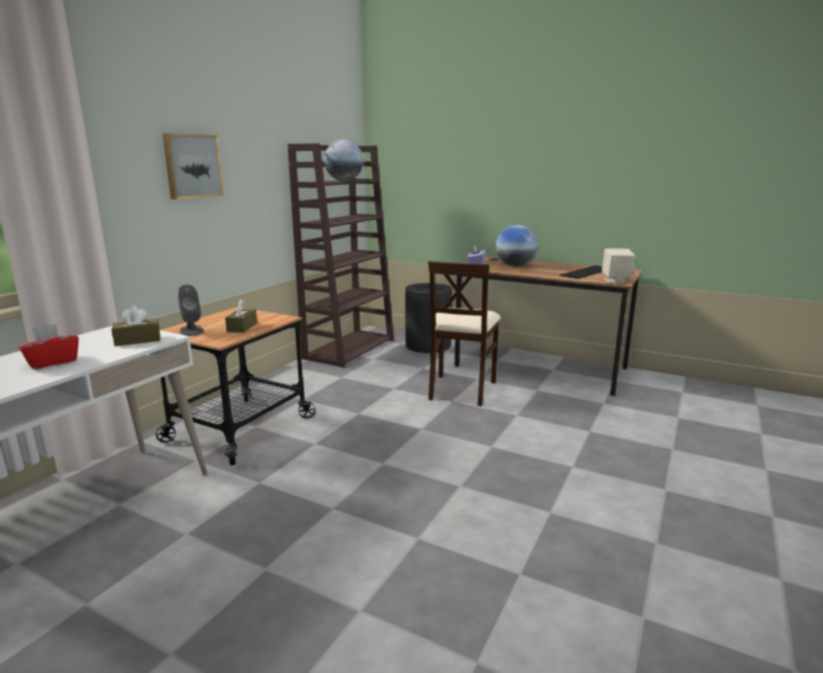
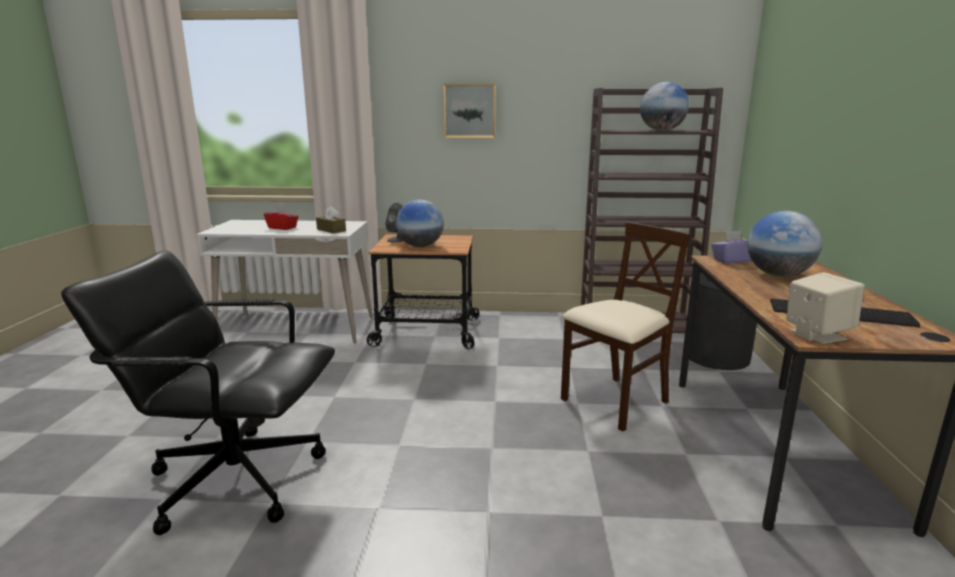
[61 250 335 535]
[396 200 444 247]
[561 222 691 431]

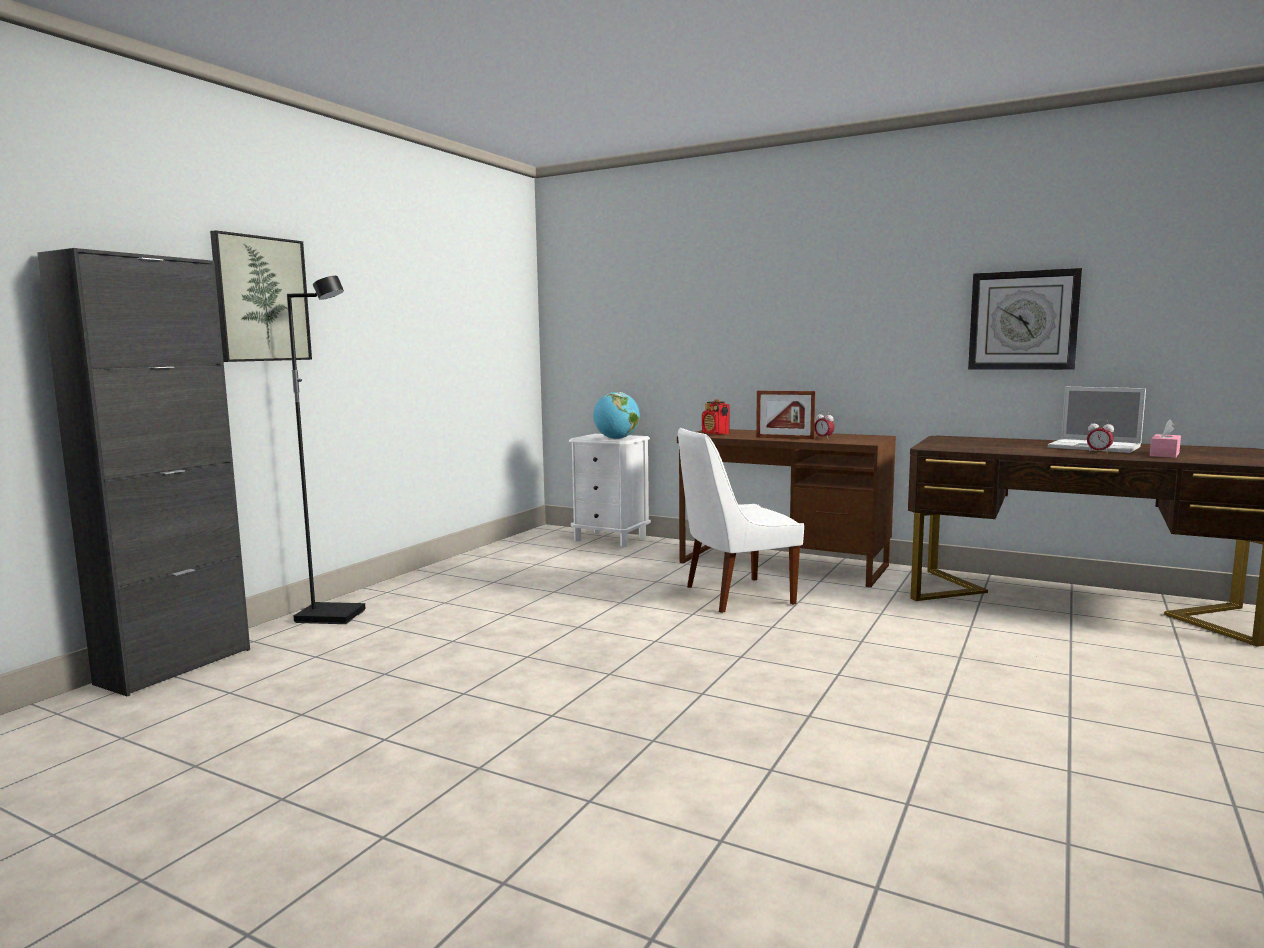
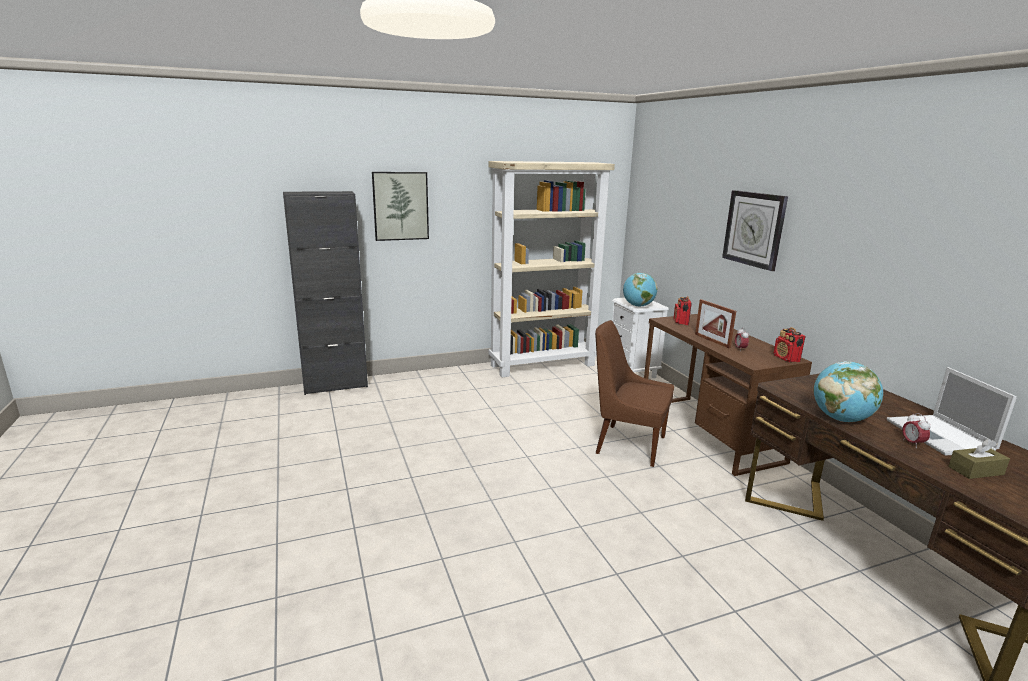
[287 276 366 624] (first image)
[488 161 615 377]
[774 327 806 362]
[813 361 883 422]
[722 190 788 271]
[595 320 674 467]
[948 439 1010 479]

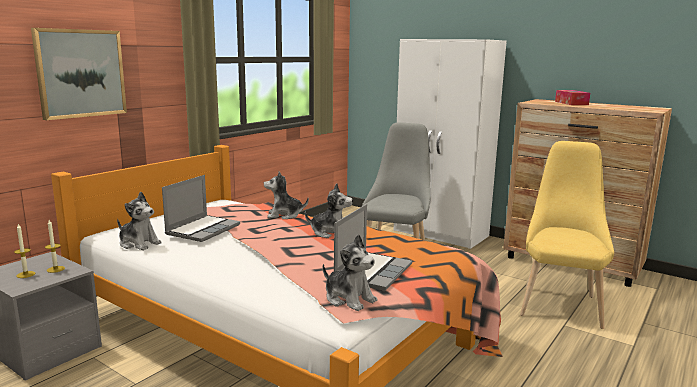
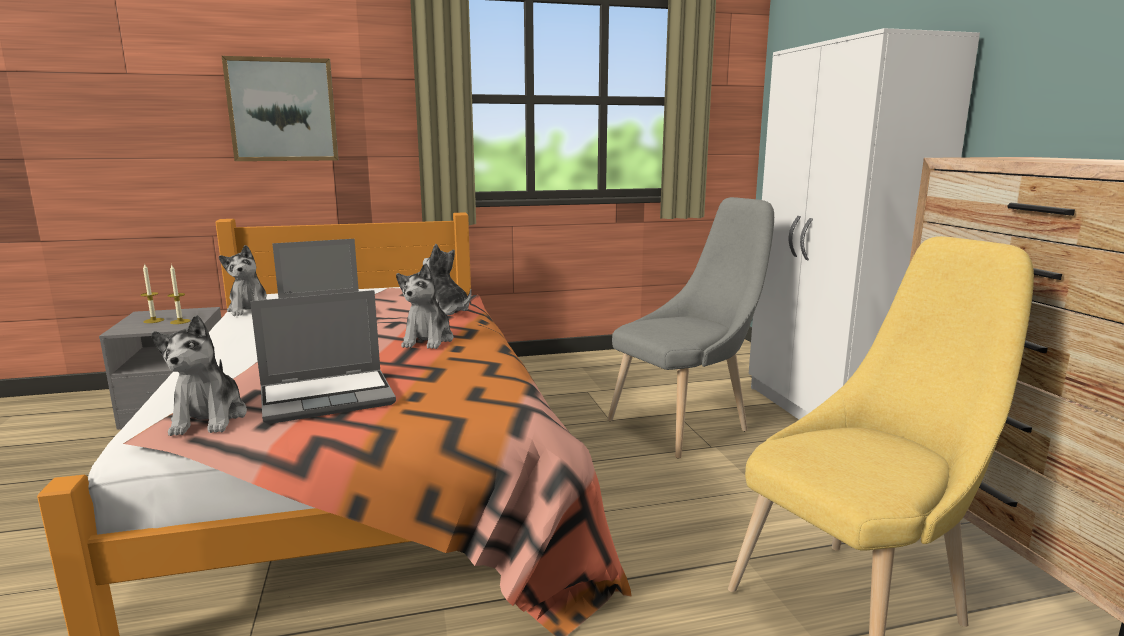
[555 90 590 105] (first image)
[396 263 454 349]

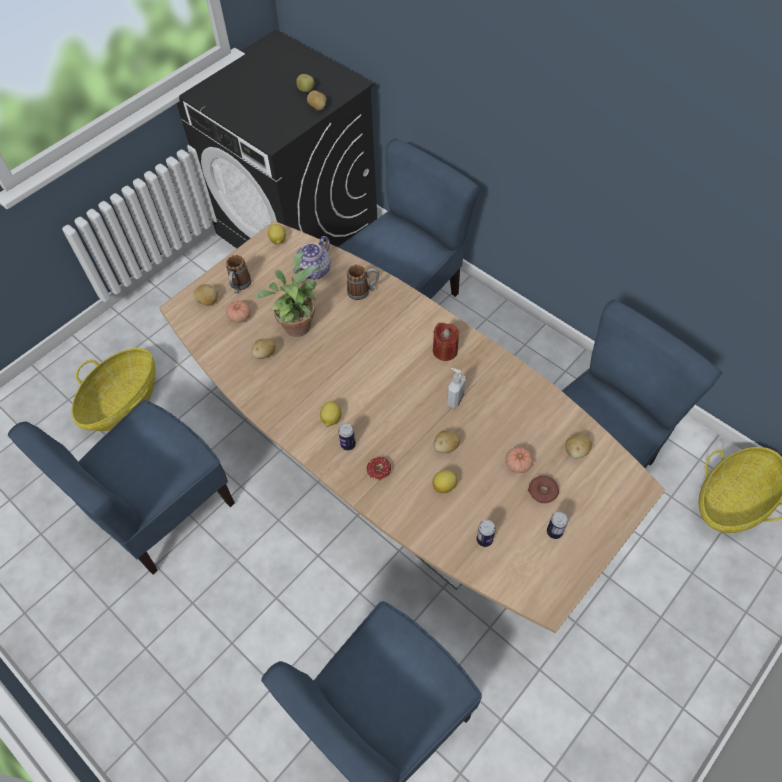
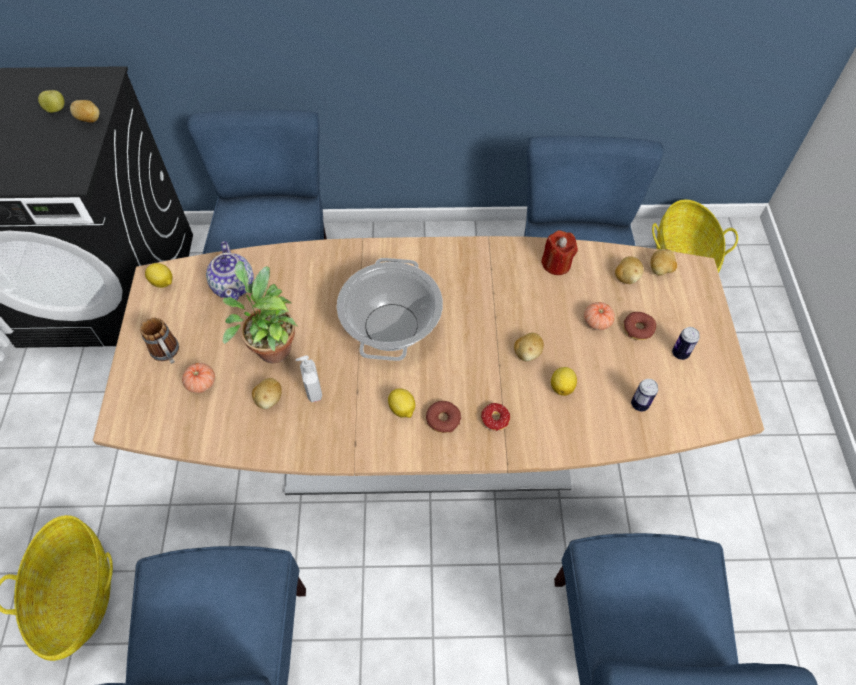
[347 265 379 300] (first image)
[337 258 443 361]
[650 249 677 275]
[541 230 578 275]
[296 355 322 402]
[426 401 461 433]

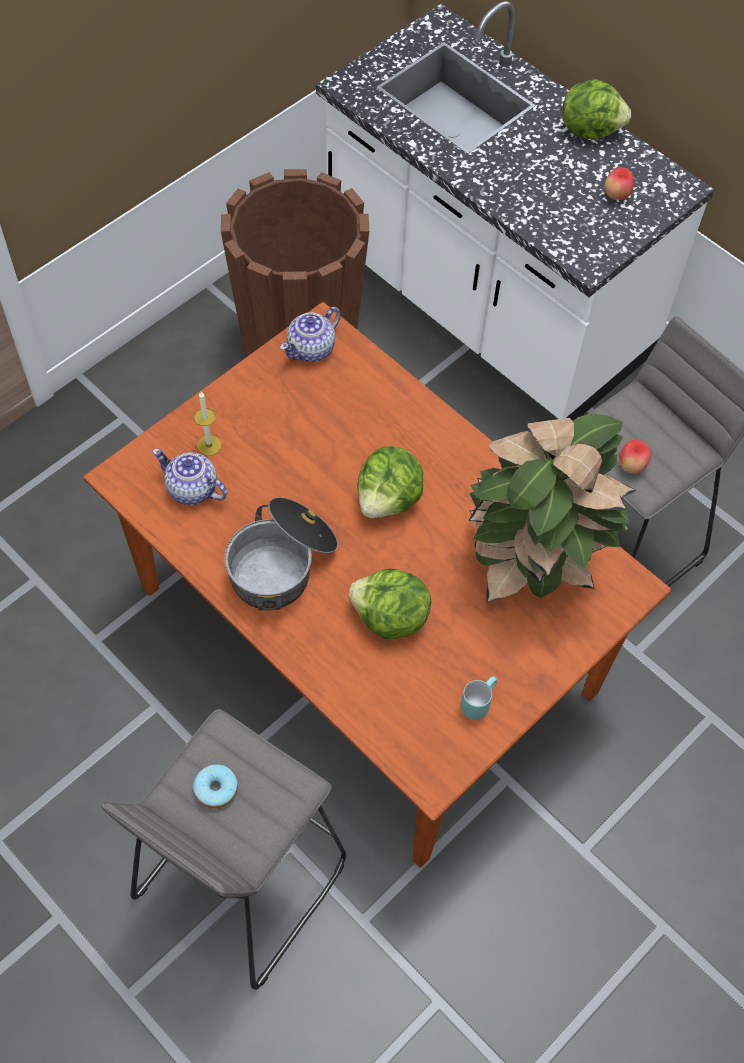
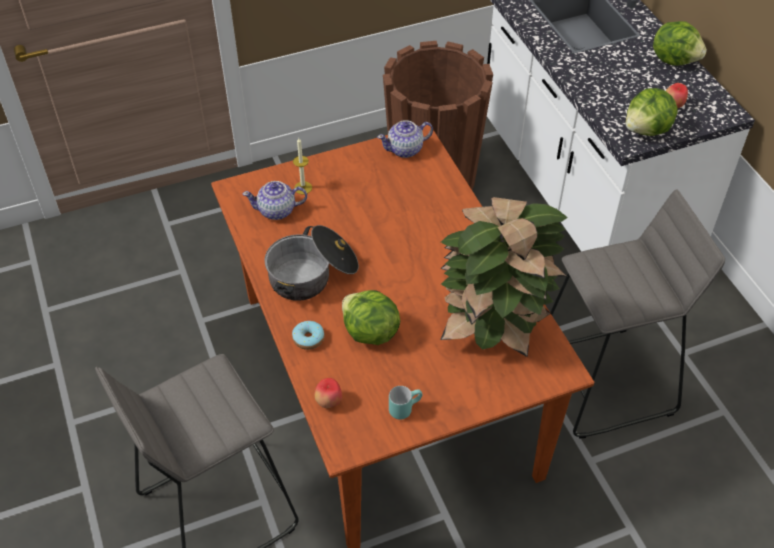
[292 321 324 350]
[625 88 678 136]
[314 378 342 408]
[243 181 307 220]

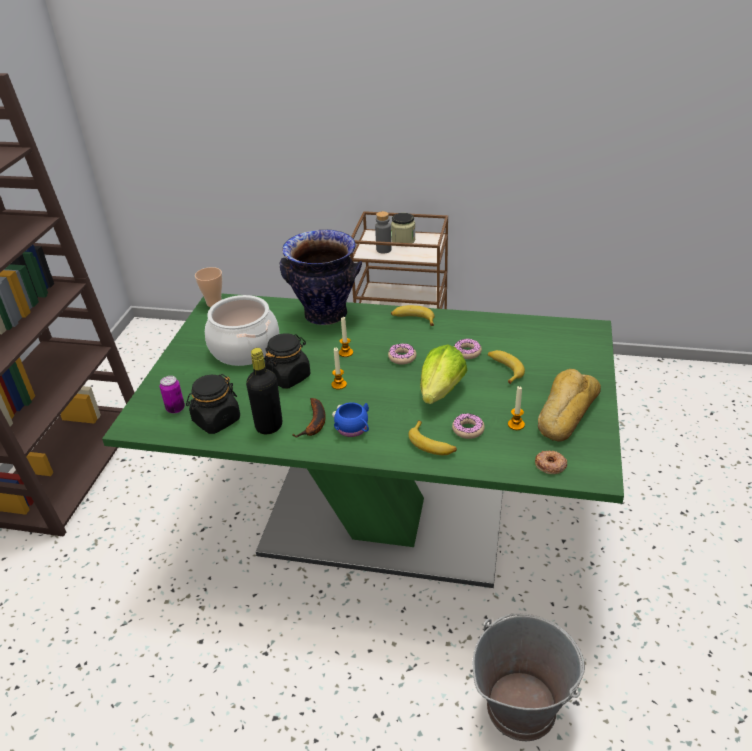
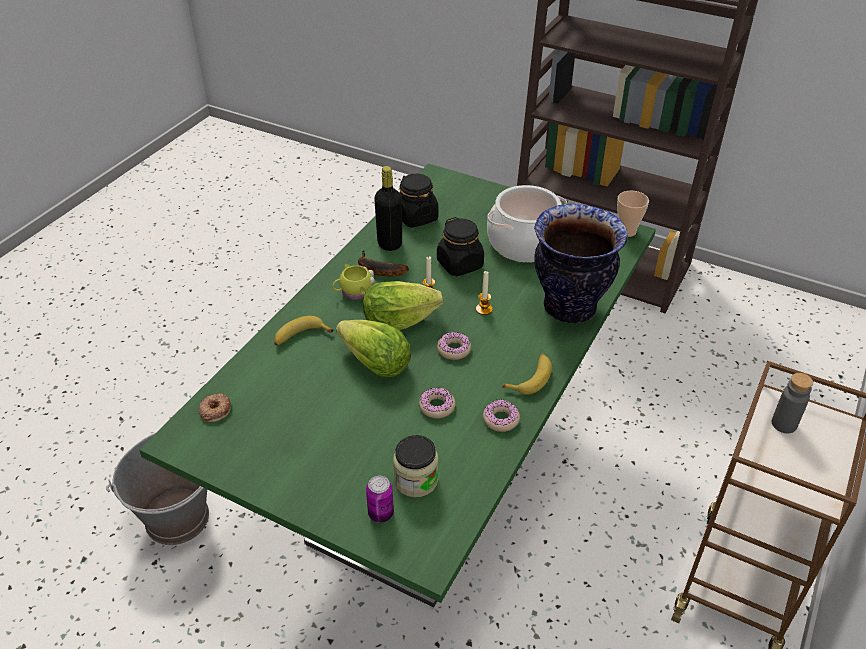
[488 350 525 384] (first image)
[508 386 525 430] (first image)
[538 369 601 442] (first image)
[363 281 443 330]
[366 476 394 523]
[393 435 438 497]
[483 399 520 432]
[332 264 375 300]

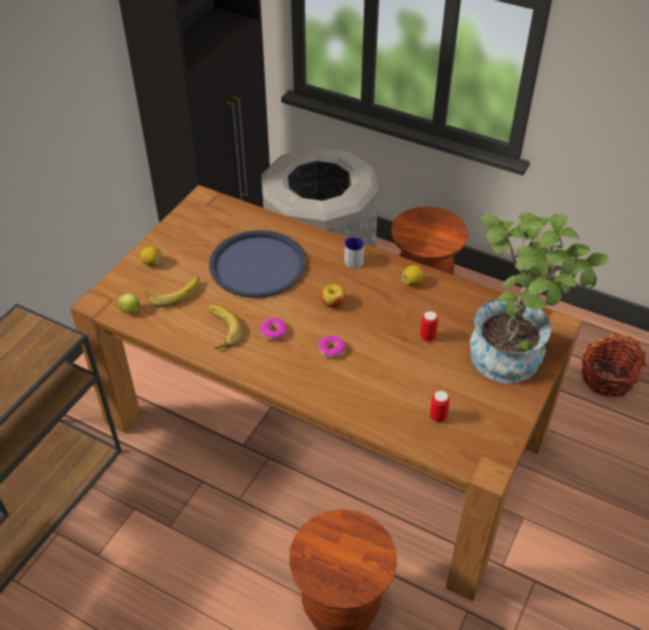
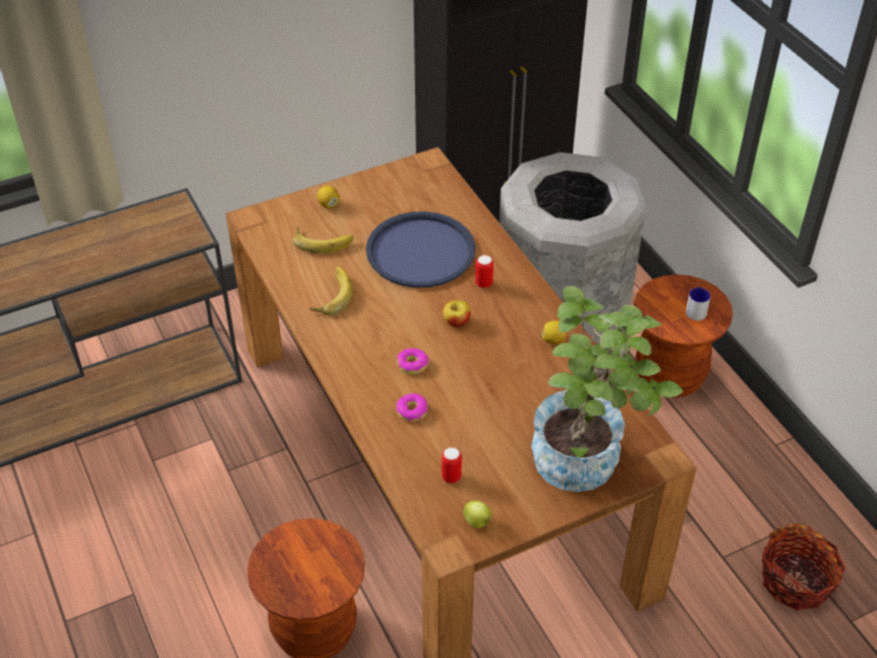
[463 500 491 528]
[397 393 428 422]
[686 287 711 321]
[475 255 494 288]

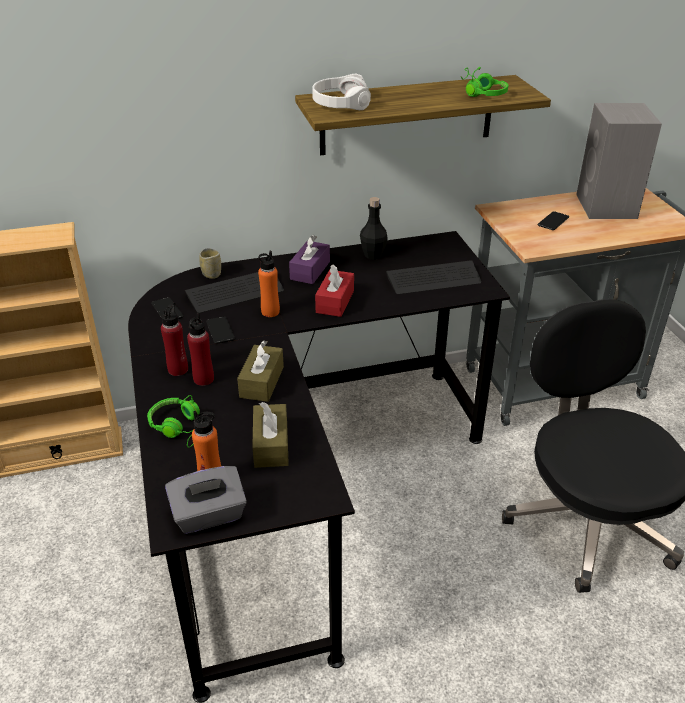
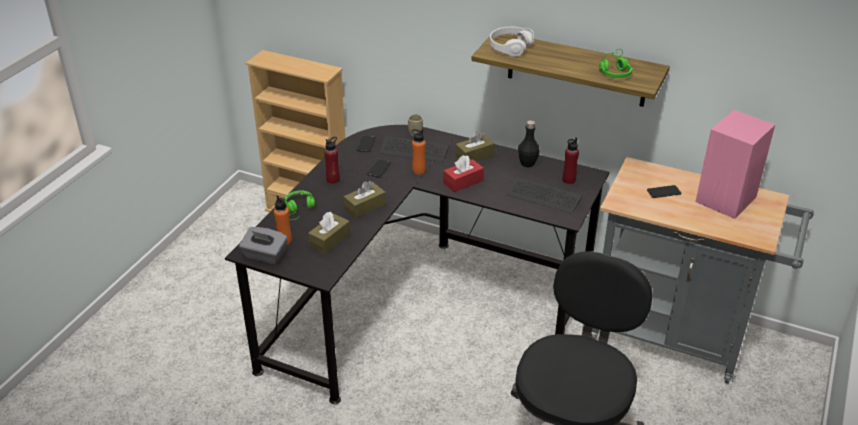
[562 137 579 184]
[455 131 495 162]
[695 110 775 219]

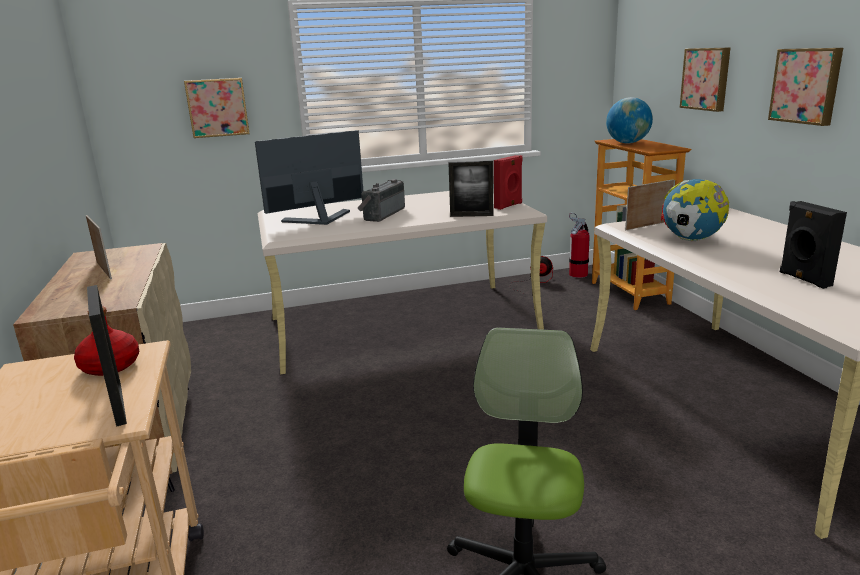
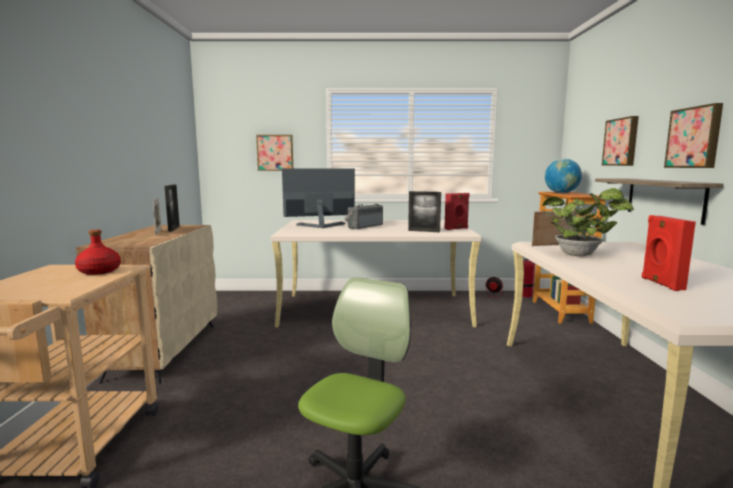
[595 178 723 225]
[164 184 180 232]
[542 188 634 256]
[642 215 696 291]

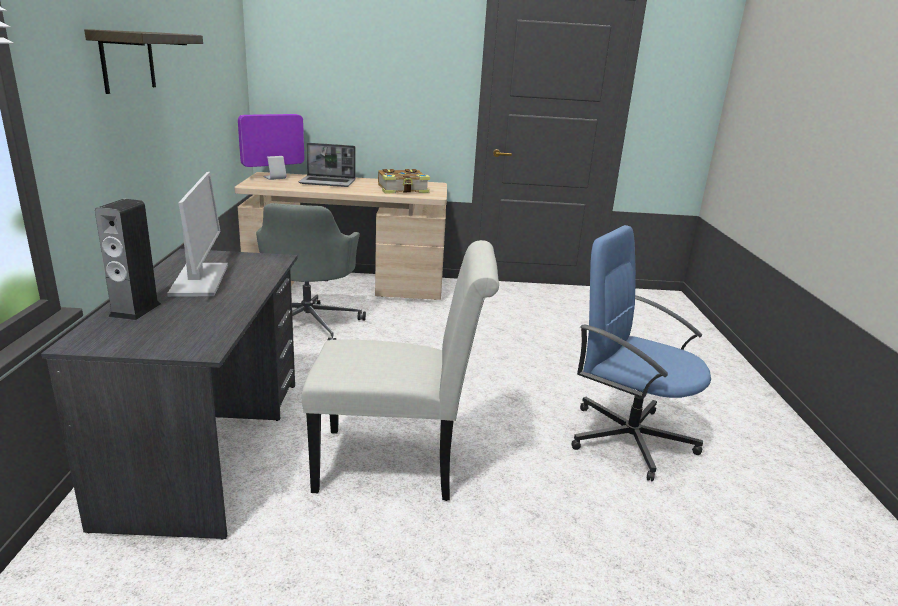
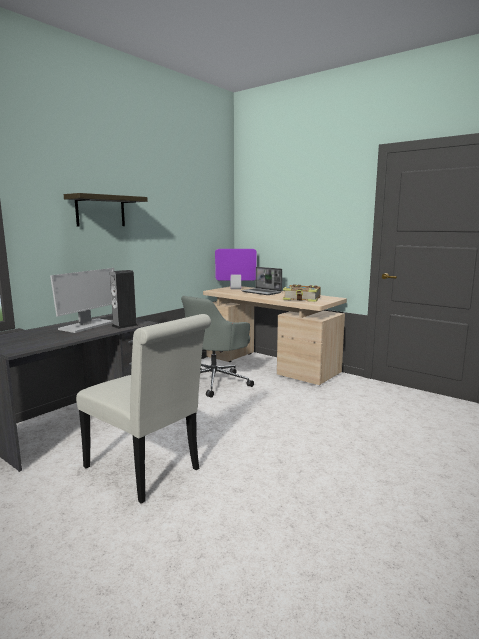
[572 225 711 481] (first image)
[110 270 138 329]

